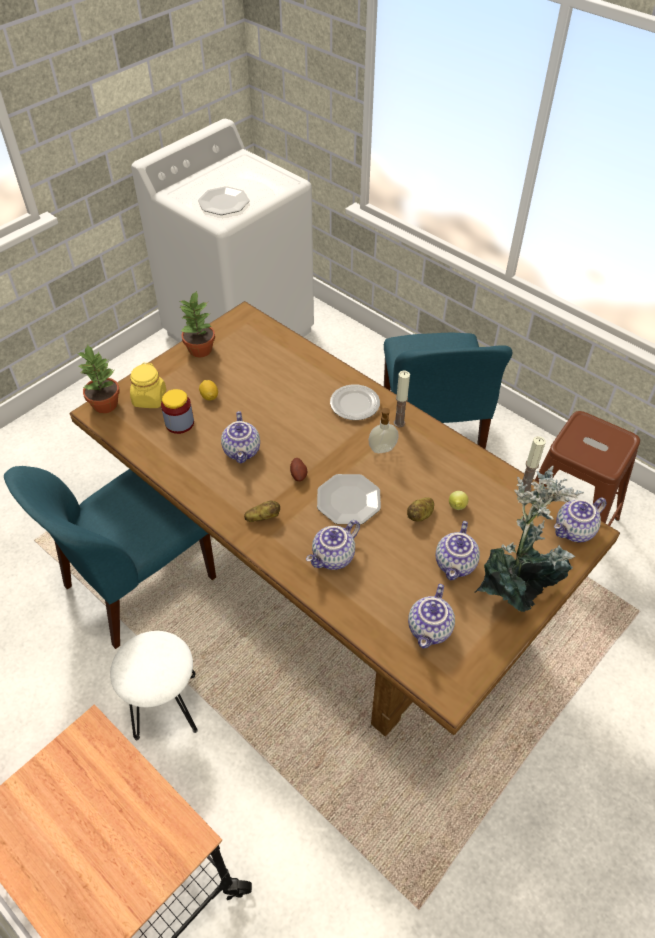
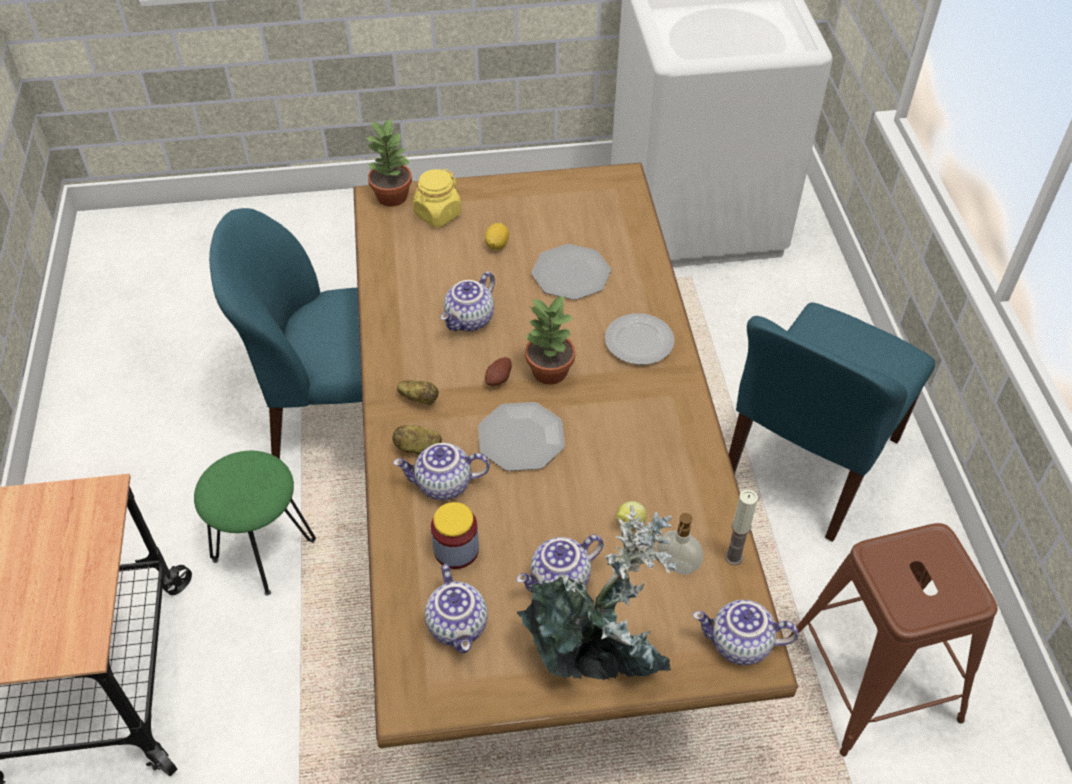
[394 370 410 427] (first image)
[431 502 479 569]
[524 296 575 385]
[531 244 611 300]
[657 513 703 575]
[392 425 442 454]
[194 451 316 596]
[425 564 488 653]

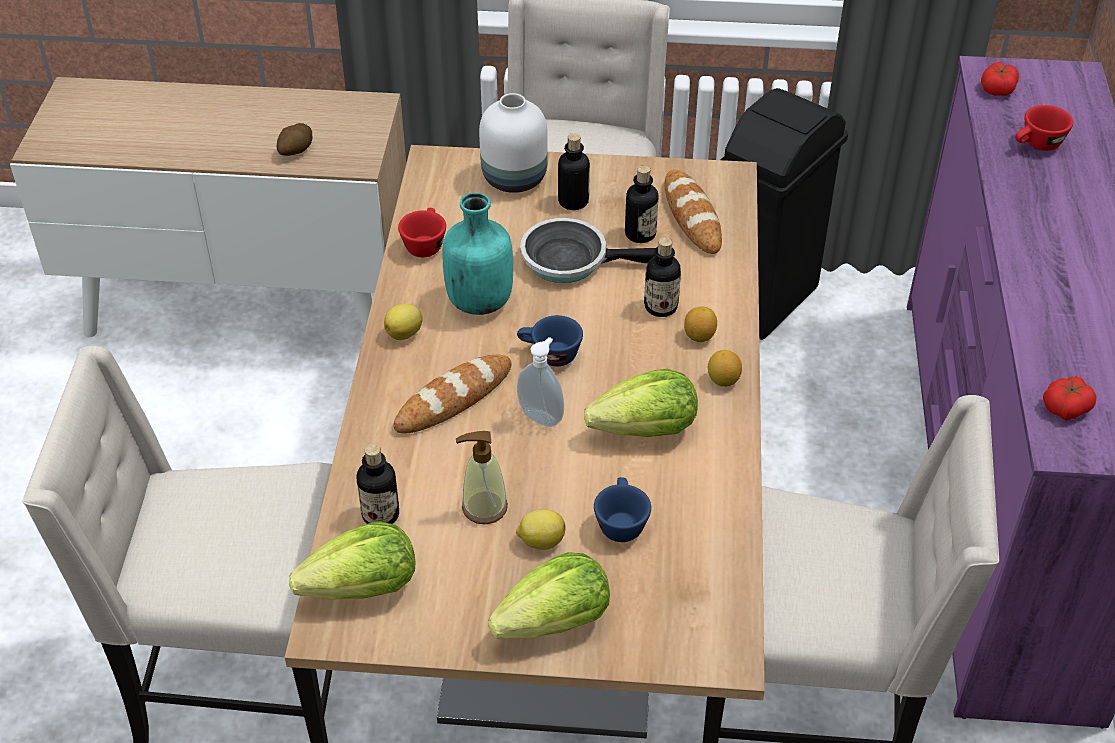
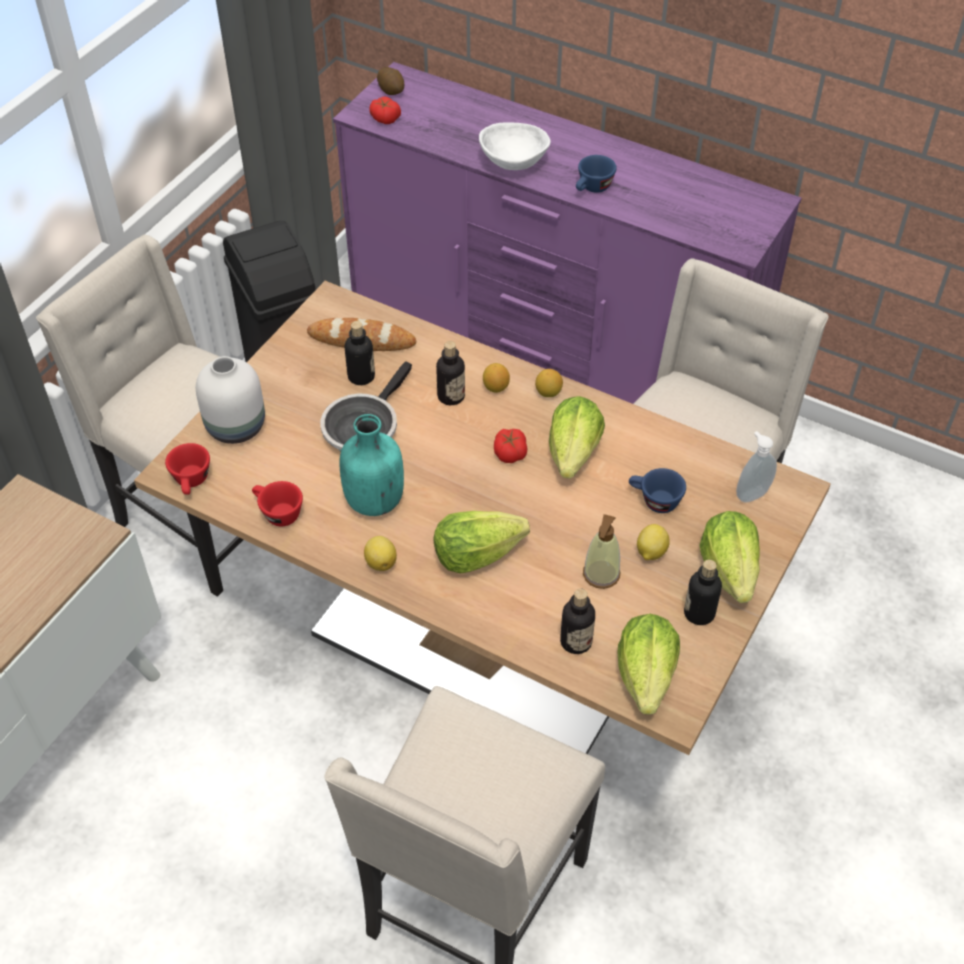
[479 123 551 170]
[377 67 404 95]
[576 155 617 193]
[736 431 777 503]
[684 560 722 625]
[165 443 210 495]
[494 429 528 463]
[434 511 530 574]

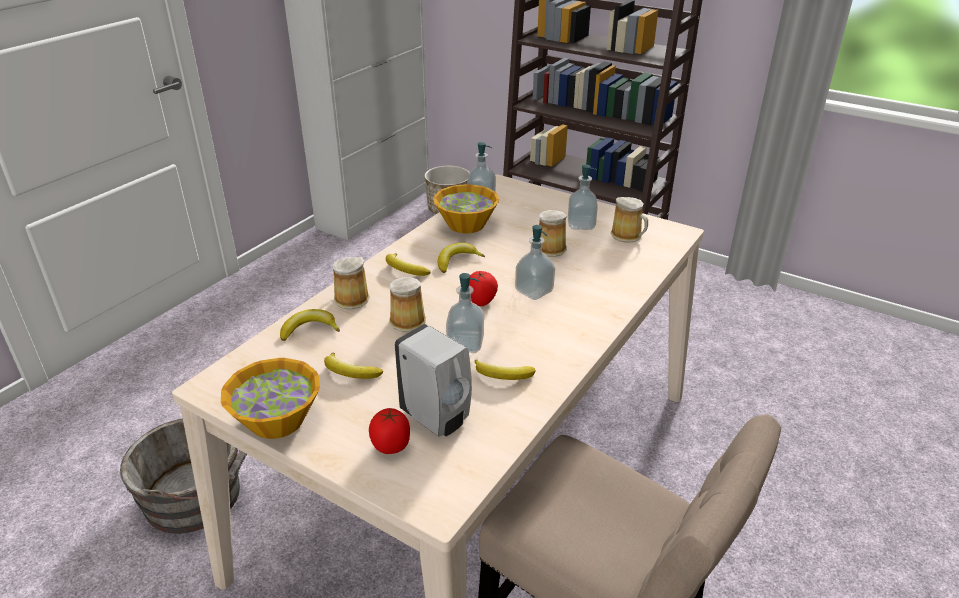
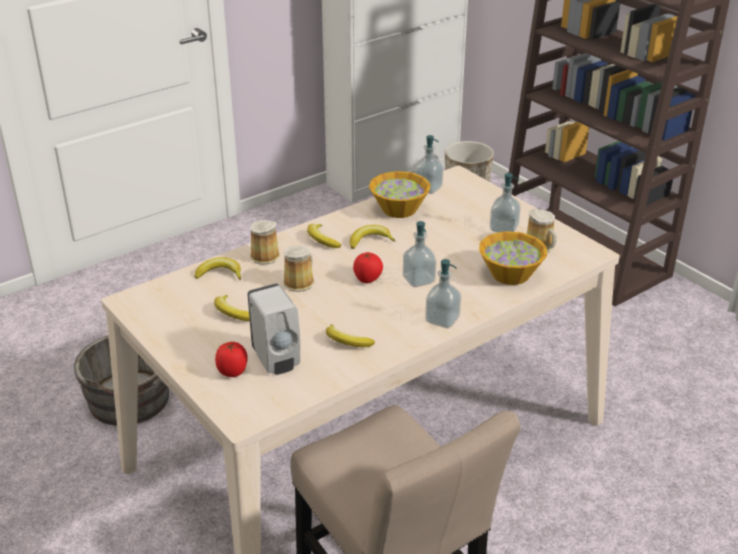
[539 210 567 257] (first image)
[479 231 547 285]
[425 259 461 328]

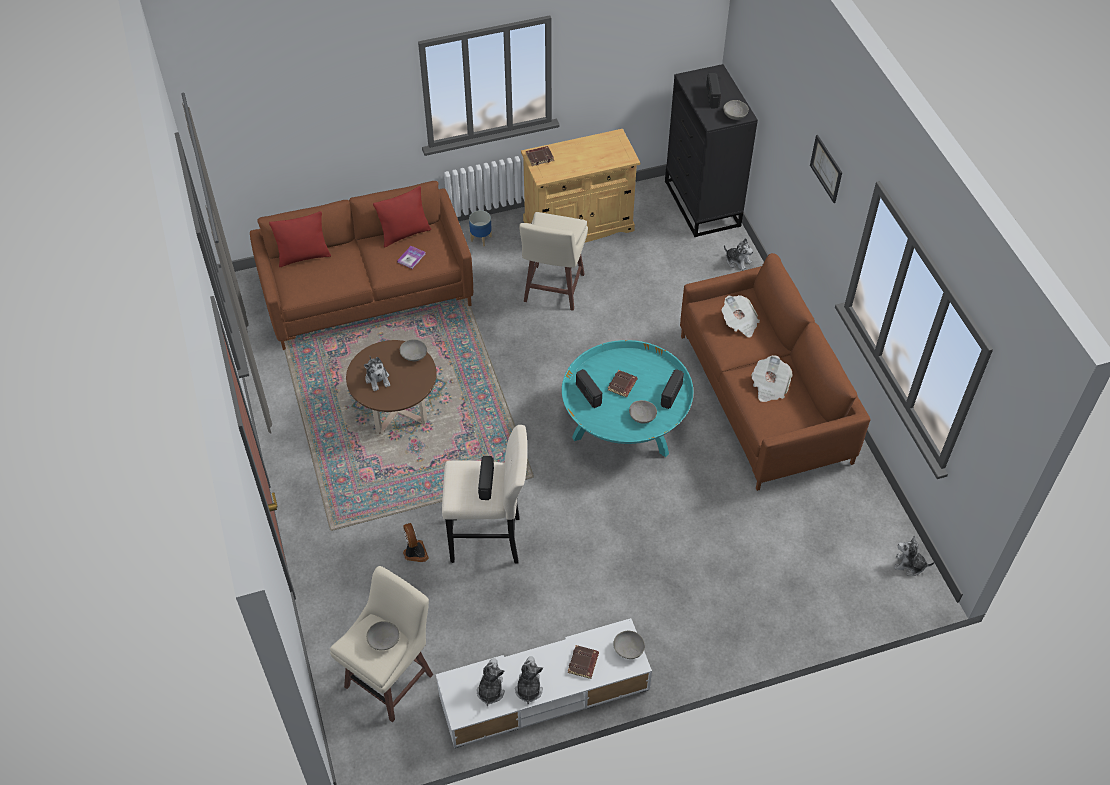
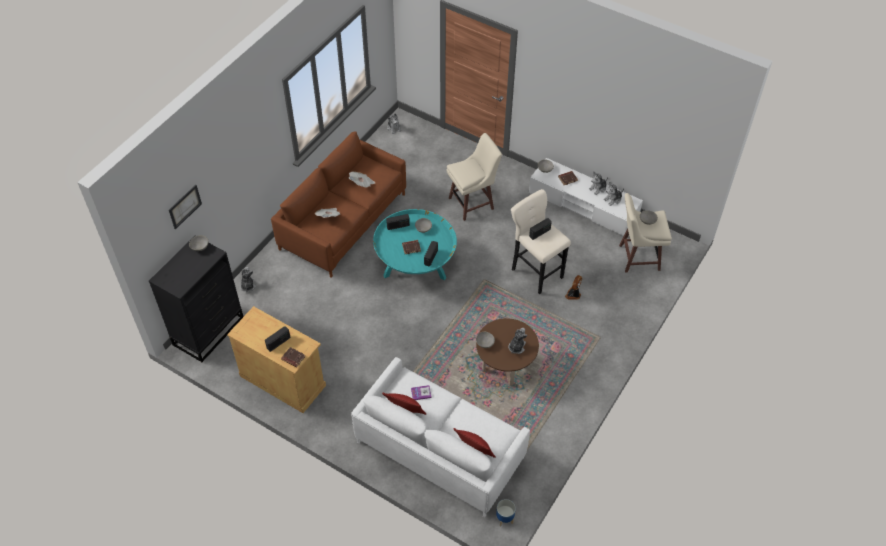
[496 499 516 526]
[446 133 502 221]
[265 326 290 351]
[169 185 202 229]
[351 357 530 517]

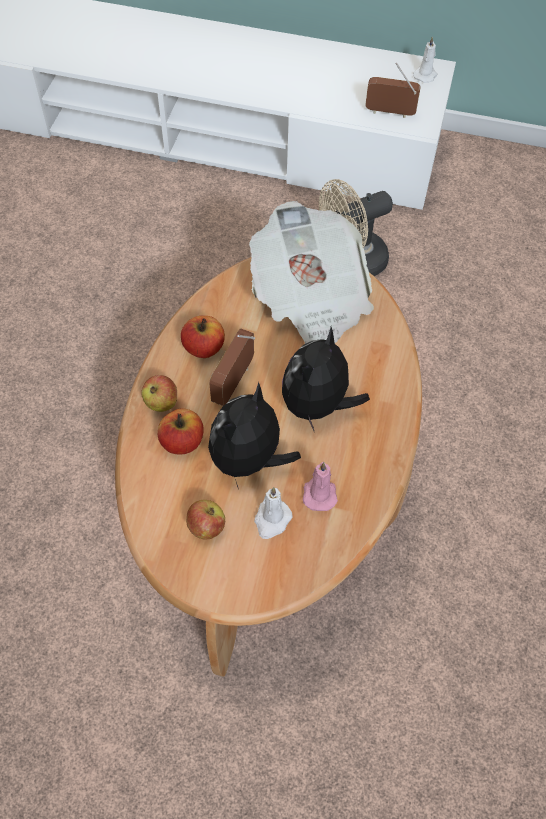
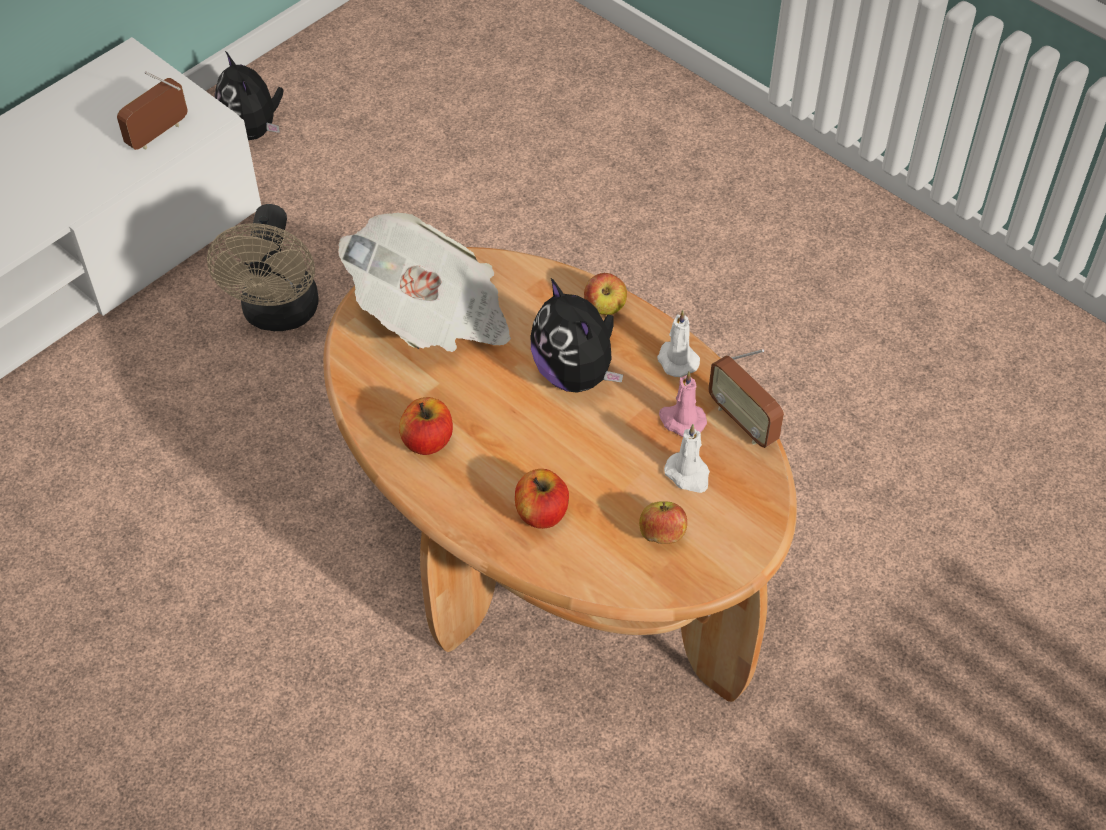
[584 273 627 315]
[215 51 283 140]
[708 349 784 448]
[657 310 700 377]

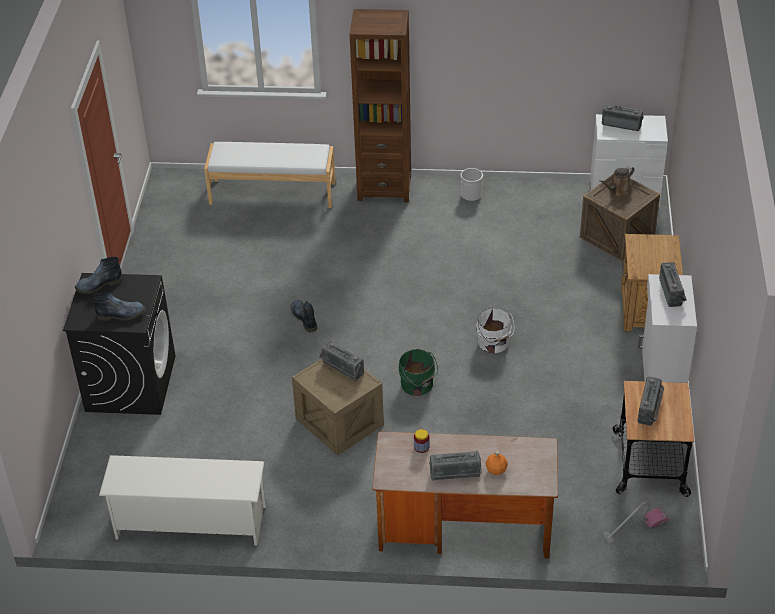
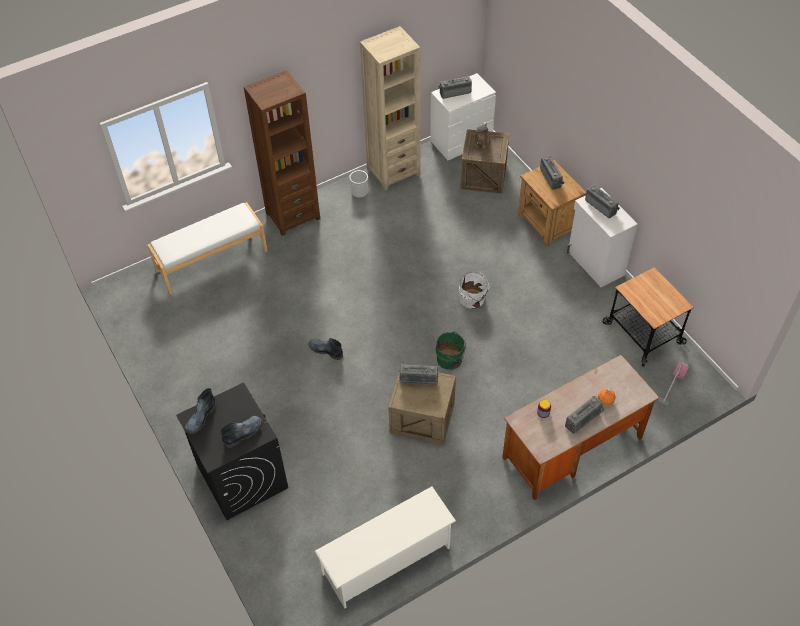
[360 26 420 191]
[540 156 565 190]

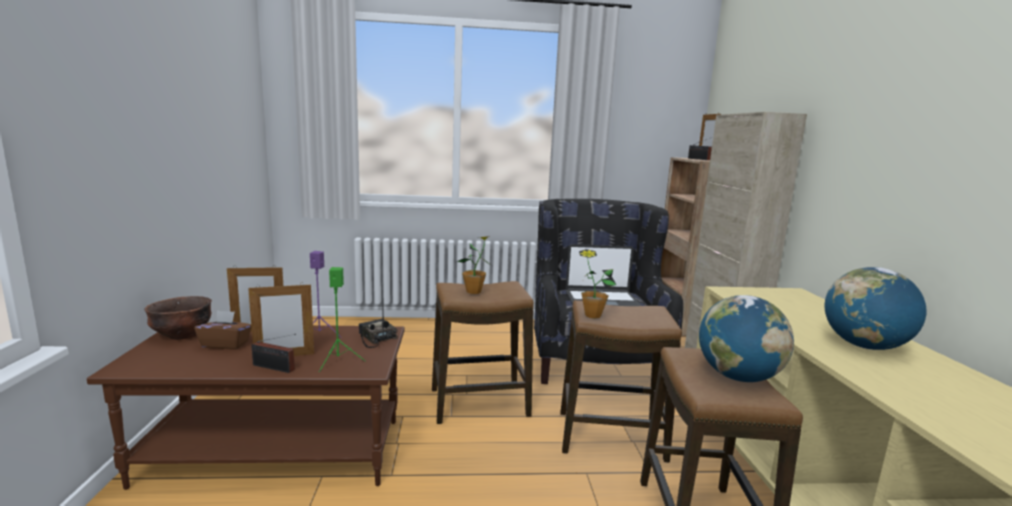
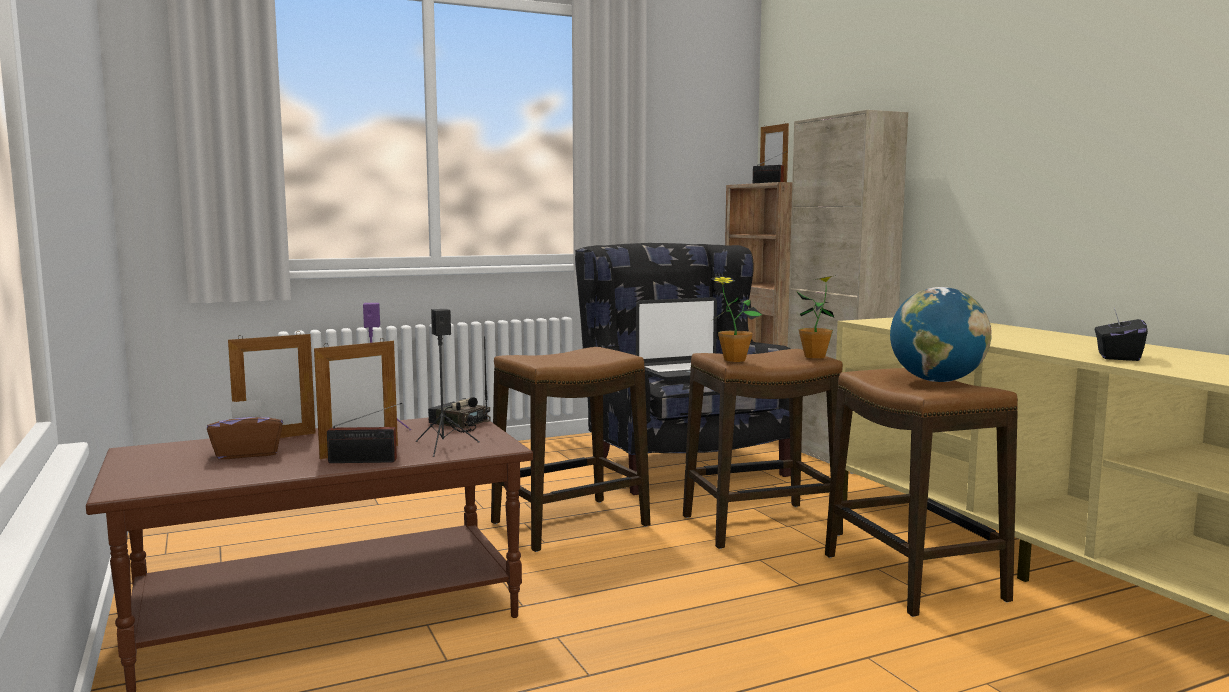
[144 296 212 340] (first image)
[825 267 926 350] (first image)
[1095 308 1148 361]
[796 275 836 359]
[416 309 480 457]

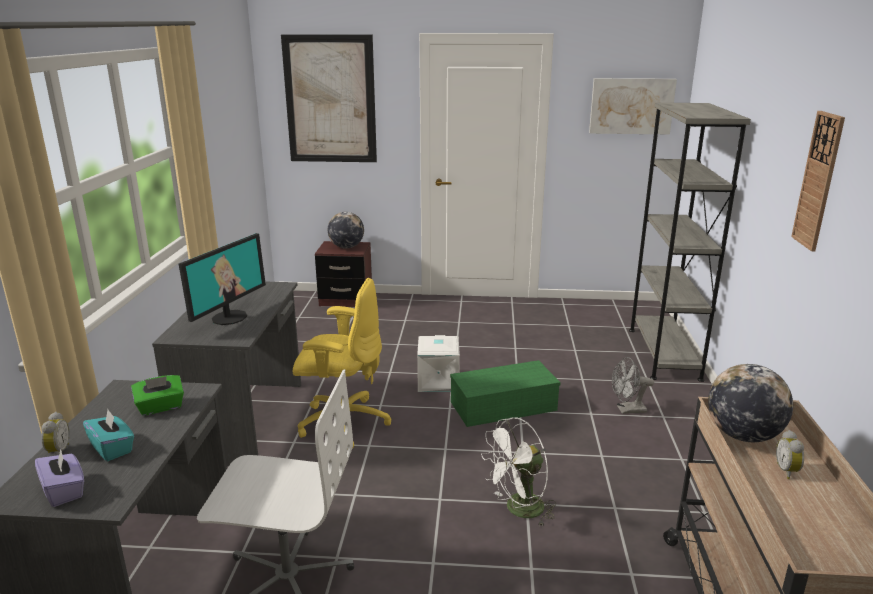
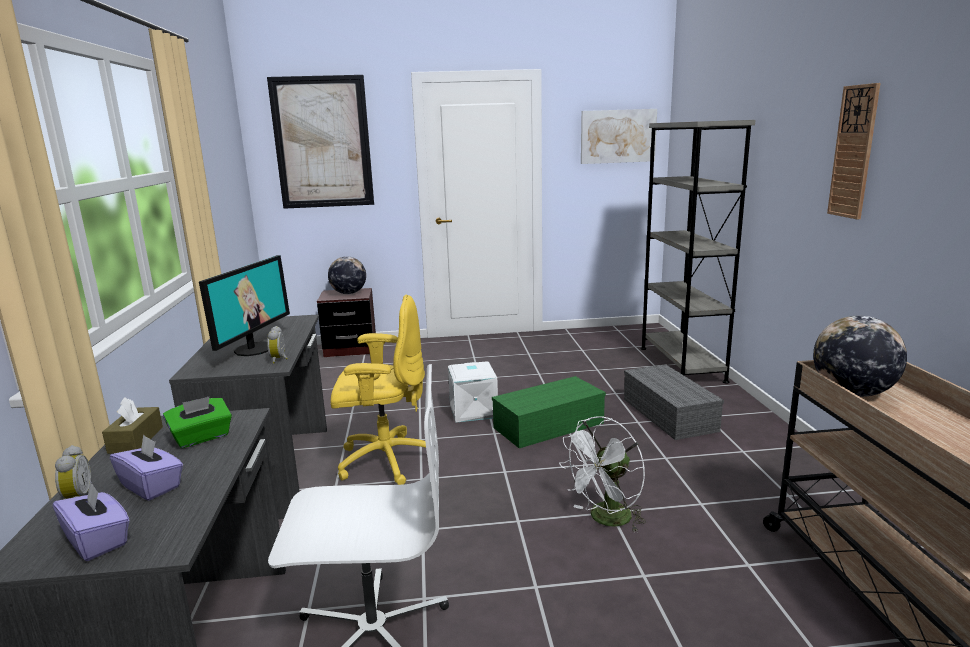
[102 397 163 454]
[267 326 288 364]
[624 364 724 440]
[110 434 183 501]

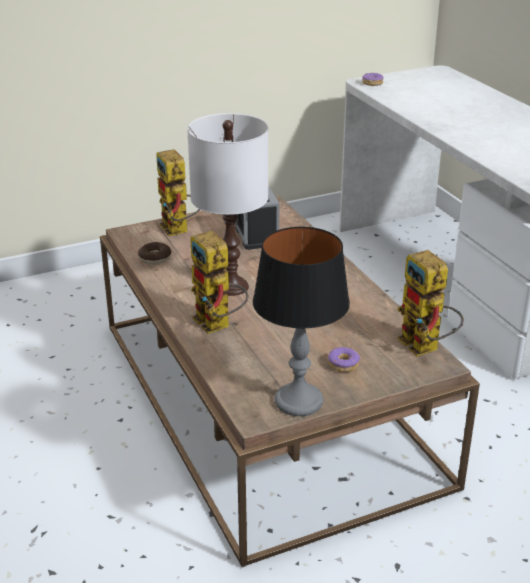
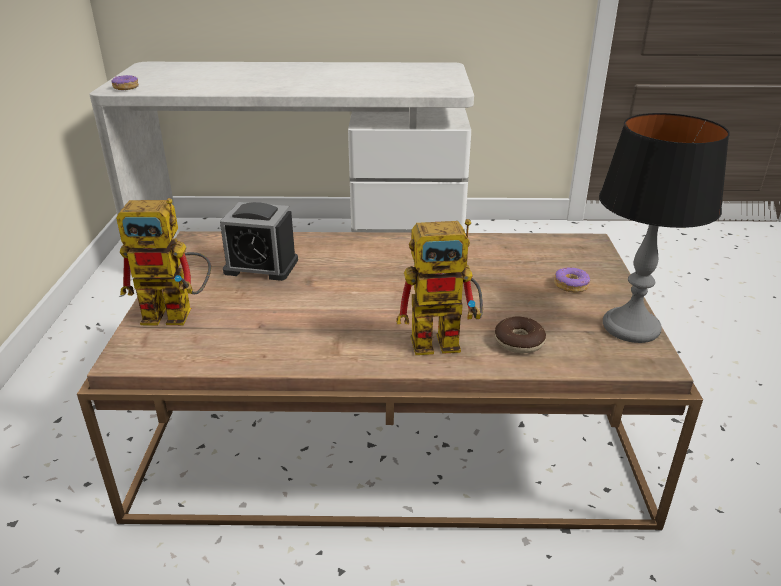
[187 113 268 296] (first image)
[397 250 464 356] (first image)
[495 316 546 353]

